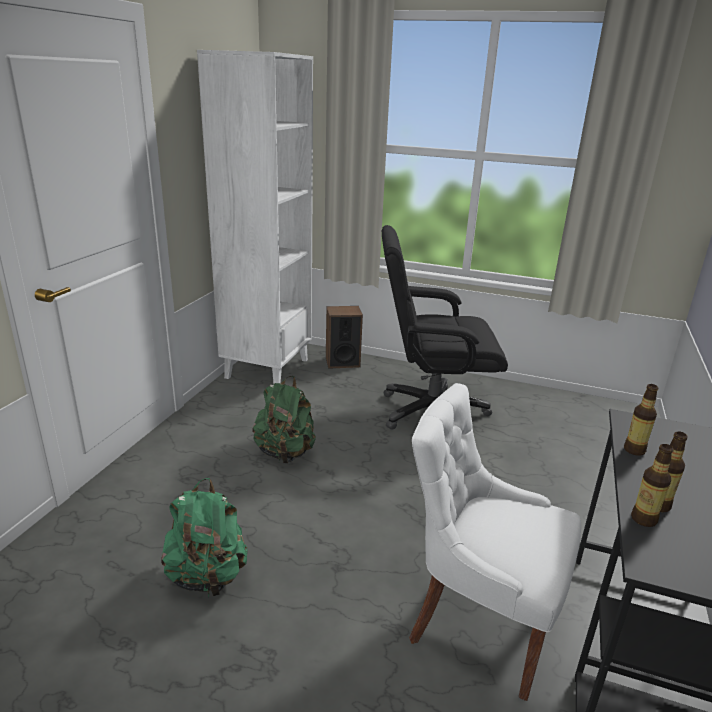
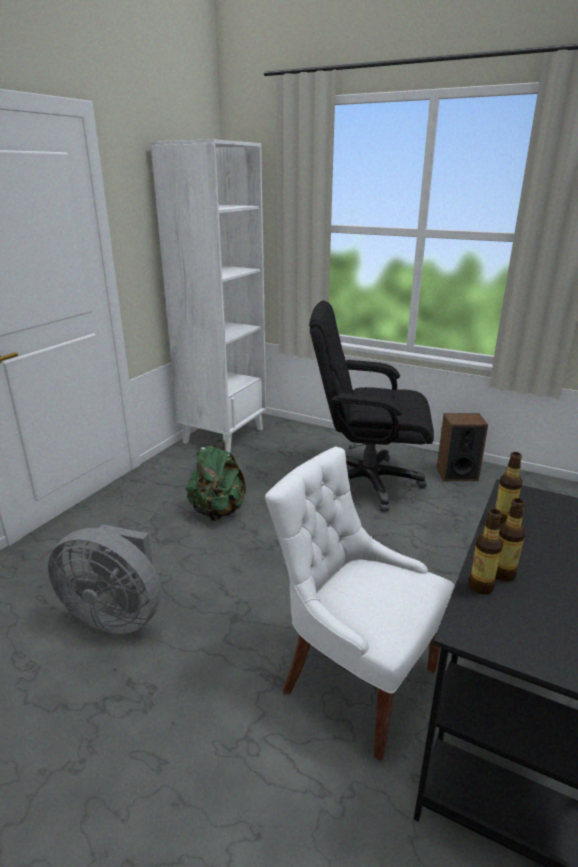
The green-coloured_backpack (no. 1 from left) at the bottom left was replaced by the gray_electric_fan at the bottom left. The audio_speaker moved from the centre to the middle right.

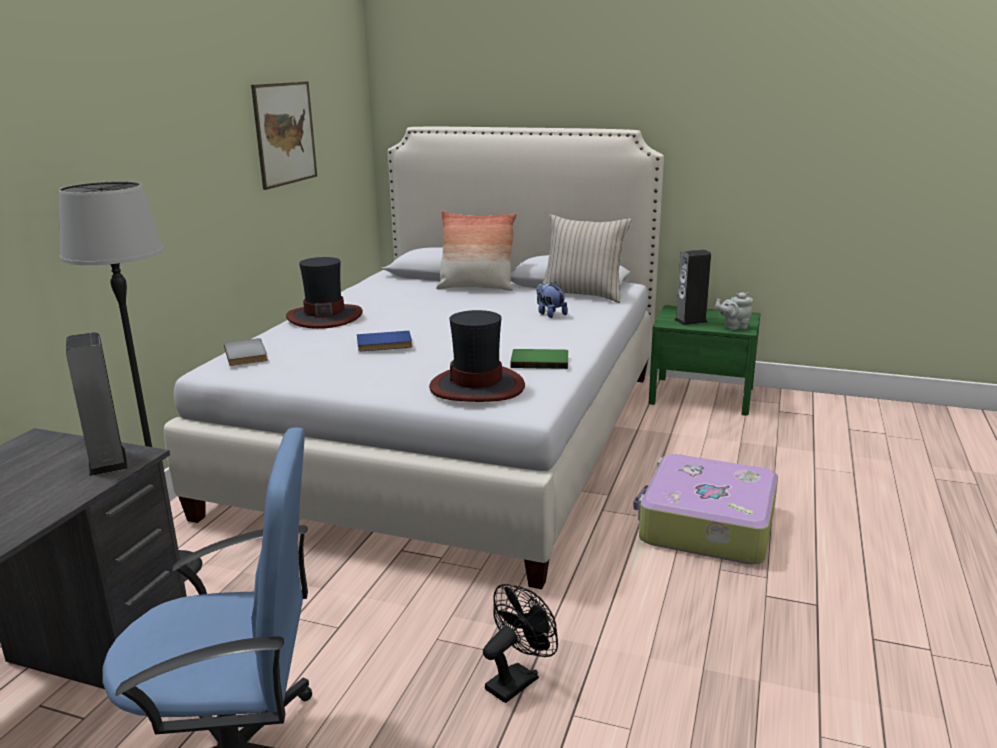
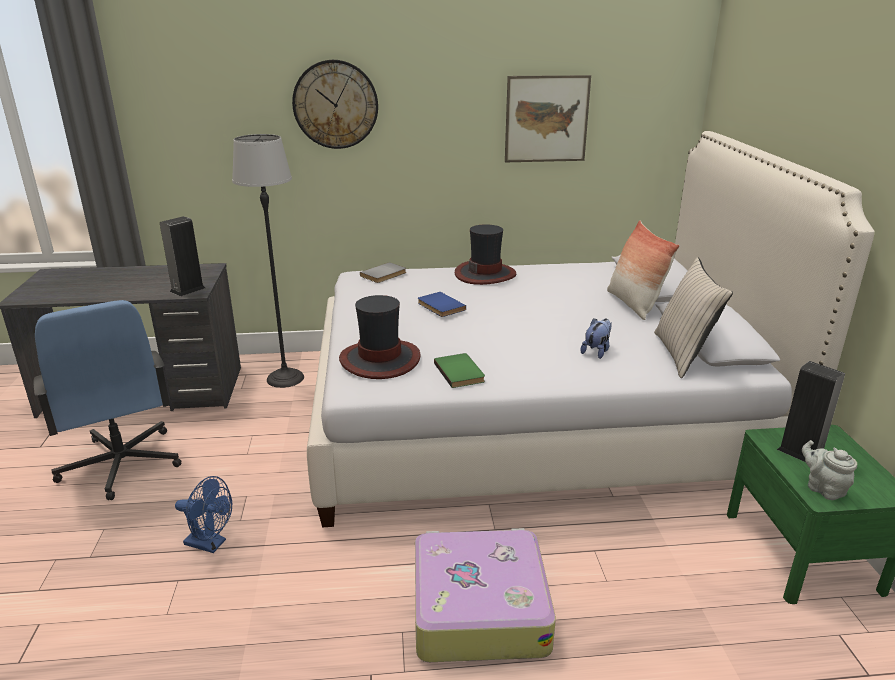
The black_electric_fan at the bottom centre became the bluish_electric_fan at the bottom left. The hanging_clock at the top centre appeared.

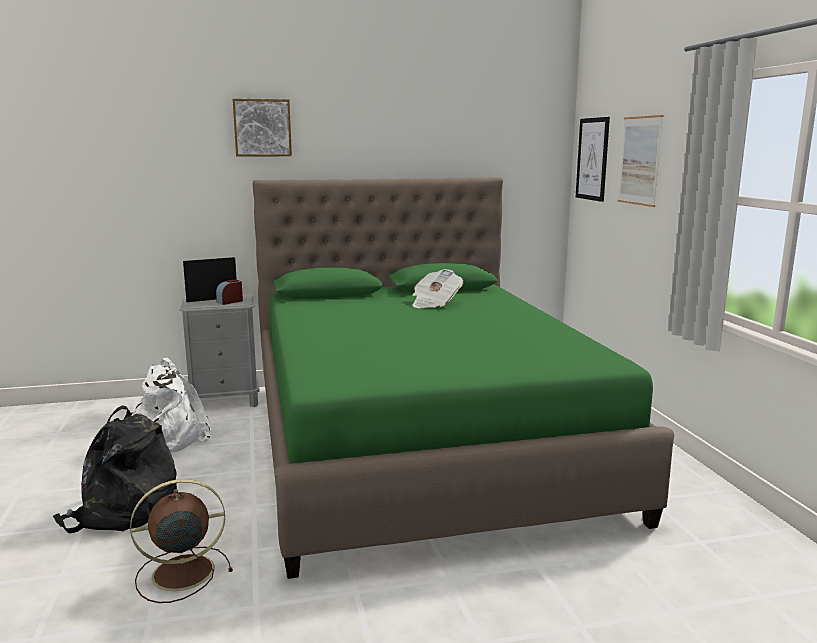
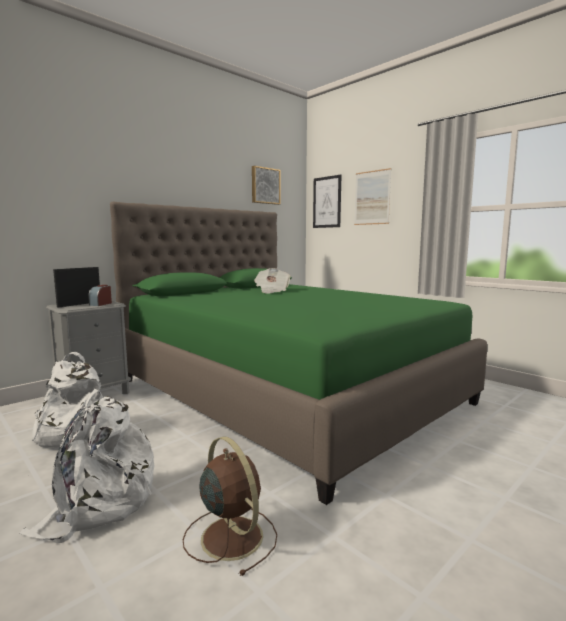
The black_backpack at the bottom left became the whitish_backpack (no. 2 from left) at the bottom left. The brownish_electric_fan at the bottom left turned 105 degrees clockwise. The wall_picture (no. 1 from left) moved from the top left to the top centre.

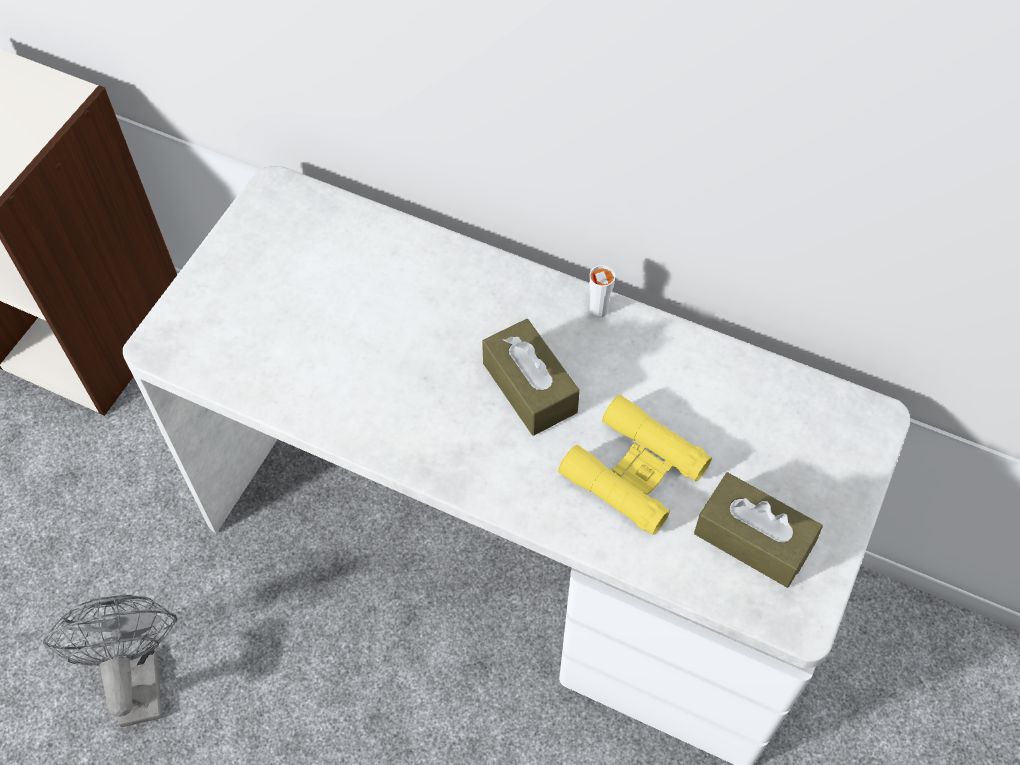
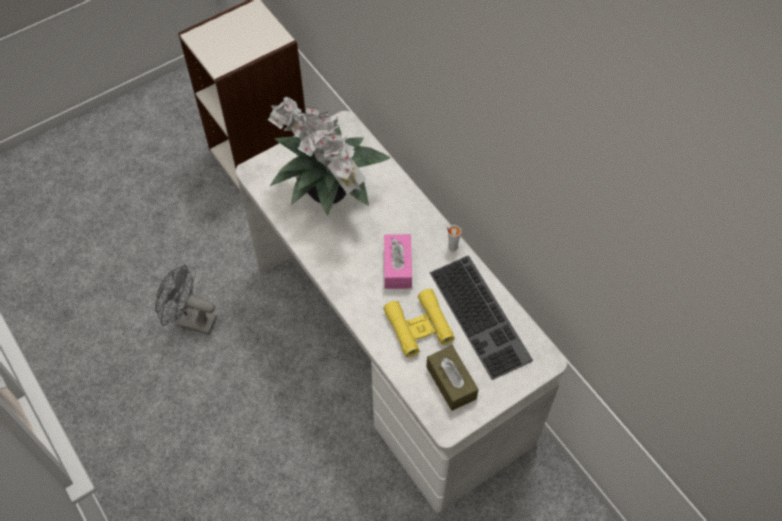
The gray_electric_fan at the bottom left turned 90 degrees counterclockwise. The brownish_box_of_tissues (no. 1 from left) at the centre became the pink-coloured_box_of_tissues at the centre. The potted_plant at the top centre appeared. The keyboard at the centre appeared.

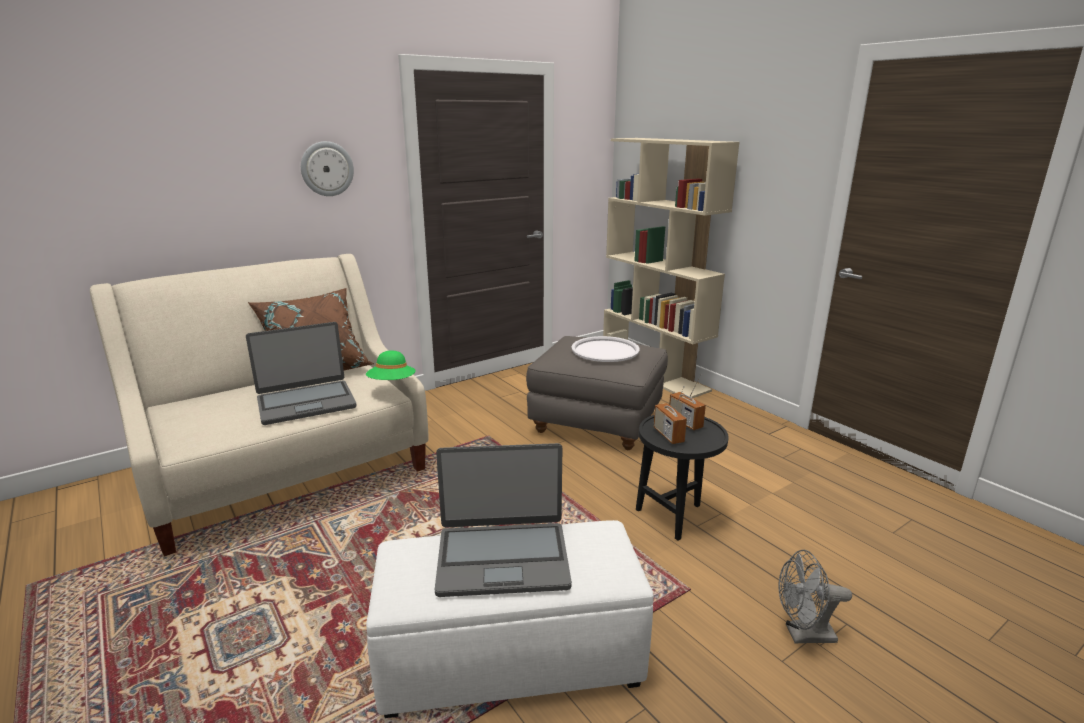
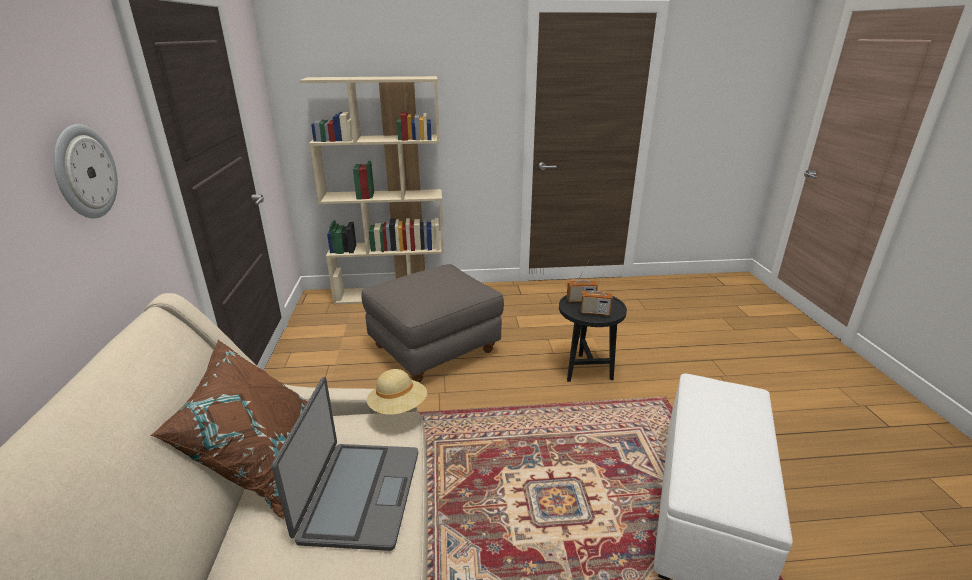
The green-coloured_wearable_hat at the centre became the beige_wearable_hat at the bottom centre. The notebook_computer (no. 2 from left) at the bottom centre disappeared. The whitish_carrying_tray at the centre disappeared. The gray_electric_fan at the bottom right disappeared.

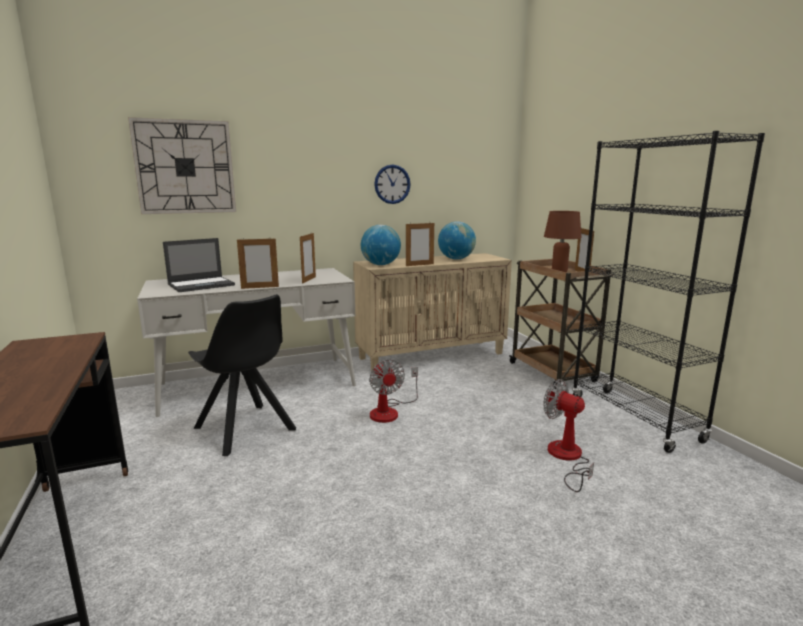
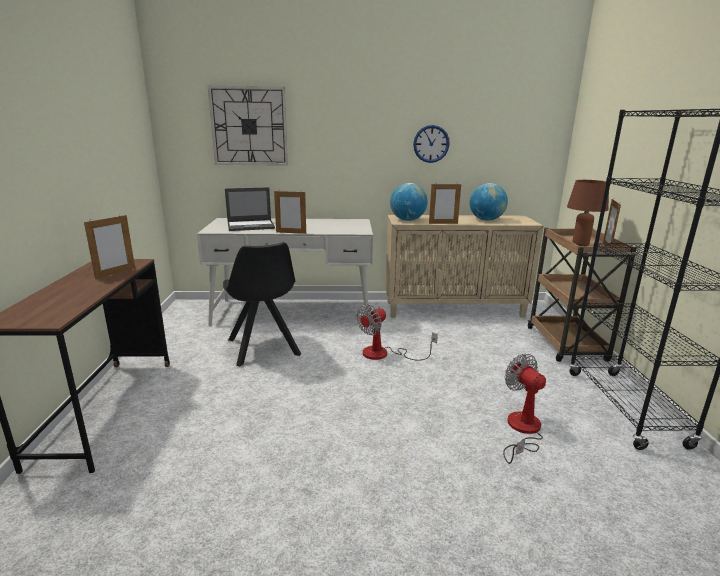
The standing_frame (no. 2 from left in the first image) moved from the centre to the middle left. The electric_fan (no. 1 from left) at the centre turned 45 degrees clockwise.

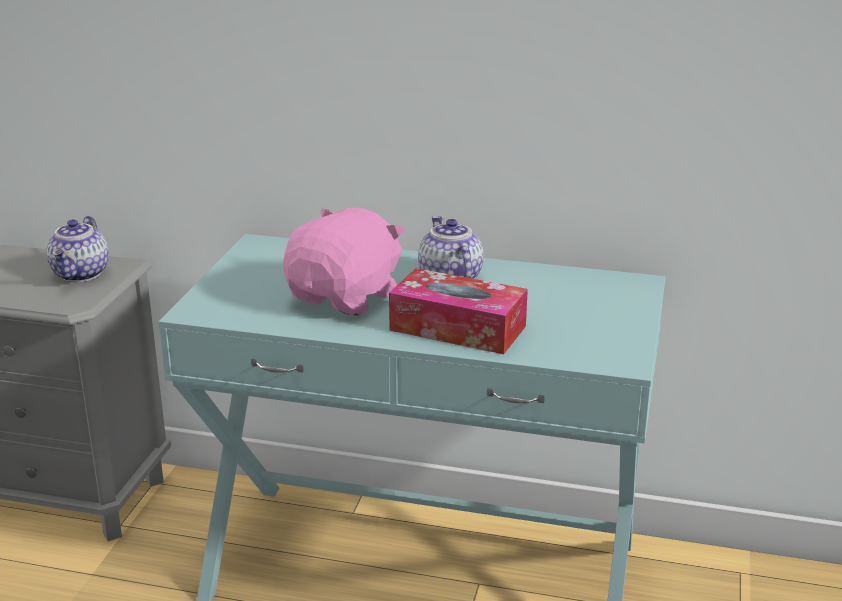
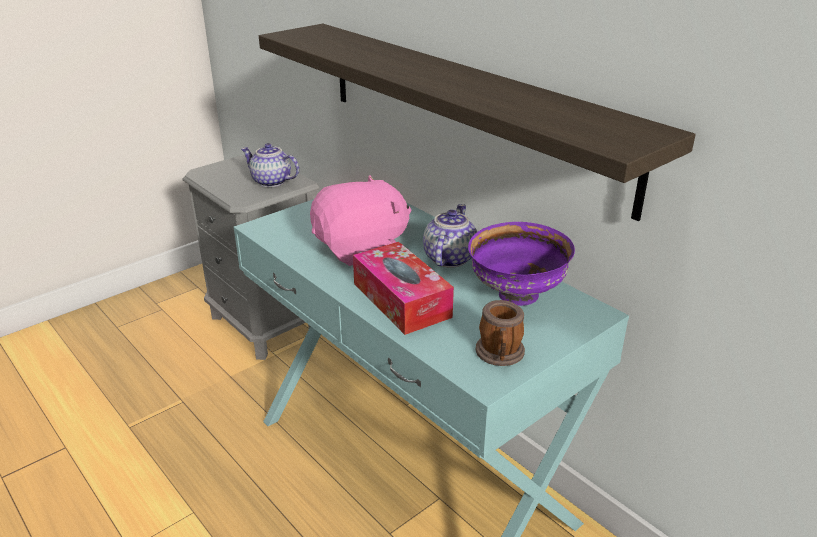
The tea_pot (no. 1 from left) at the middle left turned 75 degrees clockwise. The shelf at the top centre appeared. The purplish_bowl at the centre appeared. The coffee_mug at the centre appeared.

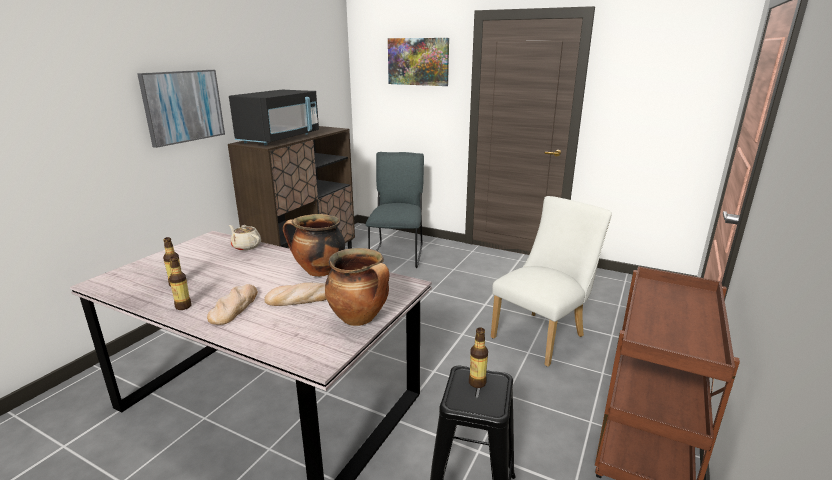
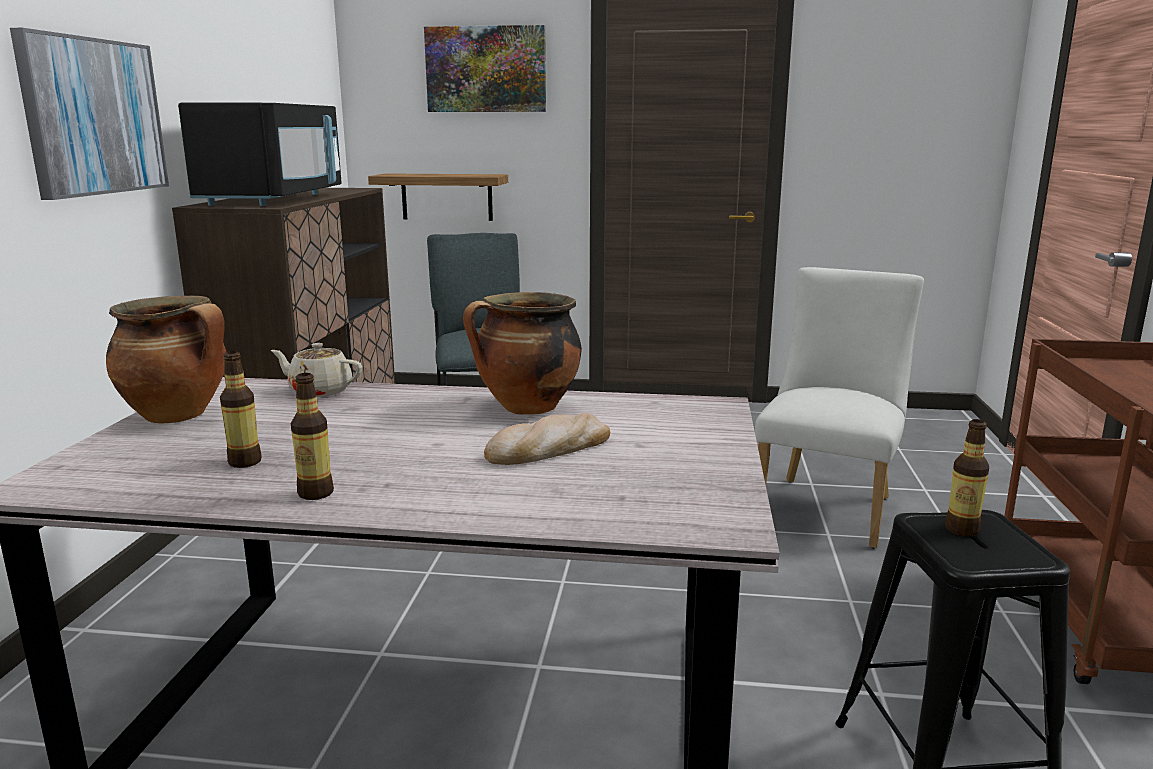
The bread (no. 1 from left) at the middle left disappeared. The saucepot (no. 2 from left in the first image) moved from the centre to the middle left. The shelf at the top centre appeared.

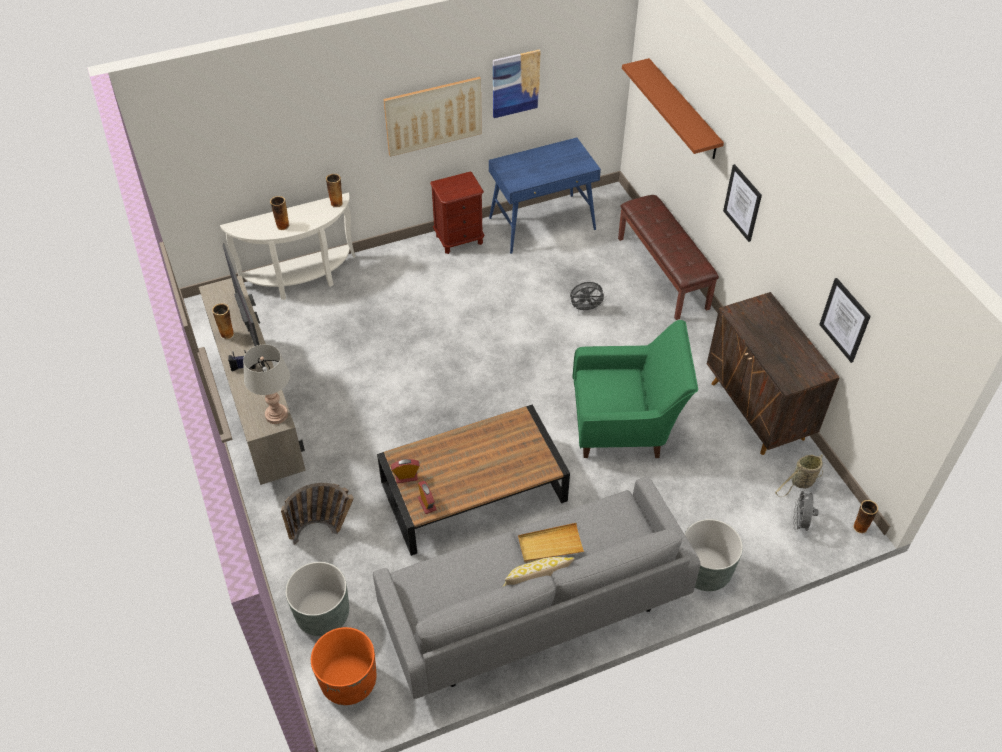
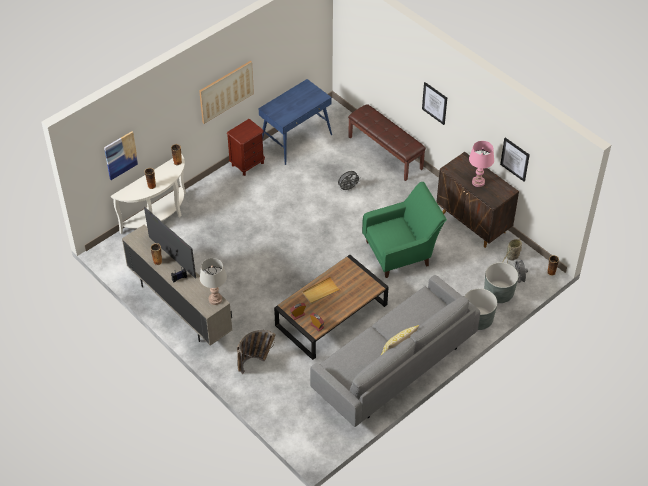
The gray_planter (no. 1 from left in the first image) moved from the bottom left to the middle right. The orange_planter at the bottom centre disappeared. The wall_picture (no. 2 from left in the first image) moved from the top centre to the top left. The beige_carrying_tray moved from the bottom centre to the centre. The brownish_shelf at the top right disappeared. The pink-coloured_lamp_for_a_table at the middle right appeared.

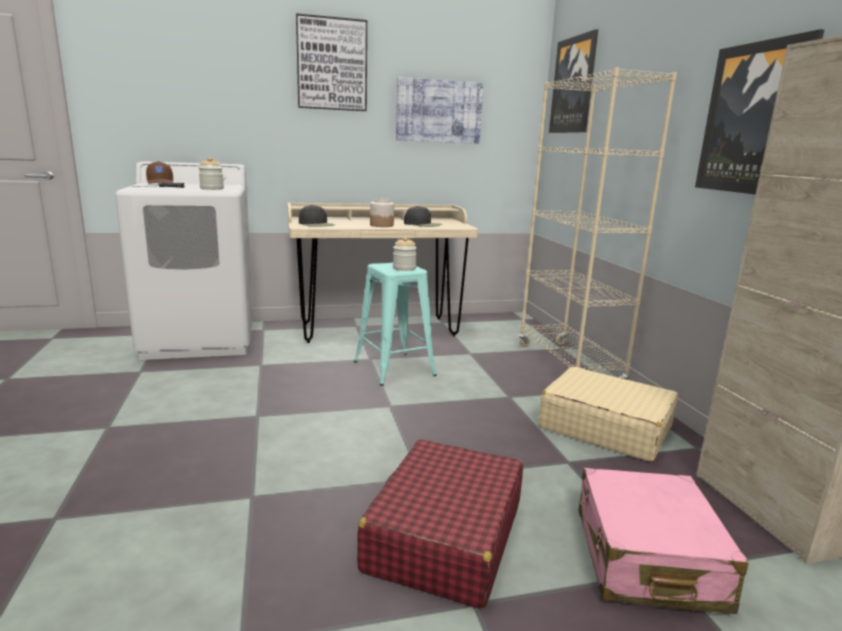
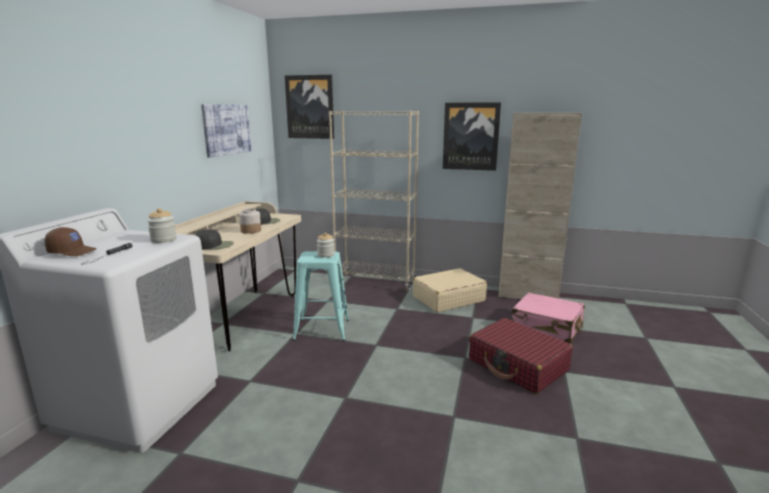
The wall_picture (no. 1 from left) at the top centre disappeared.

